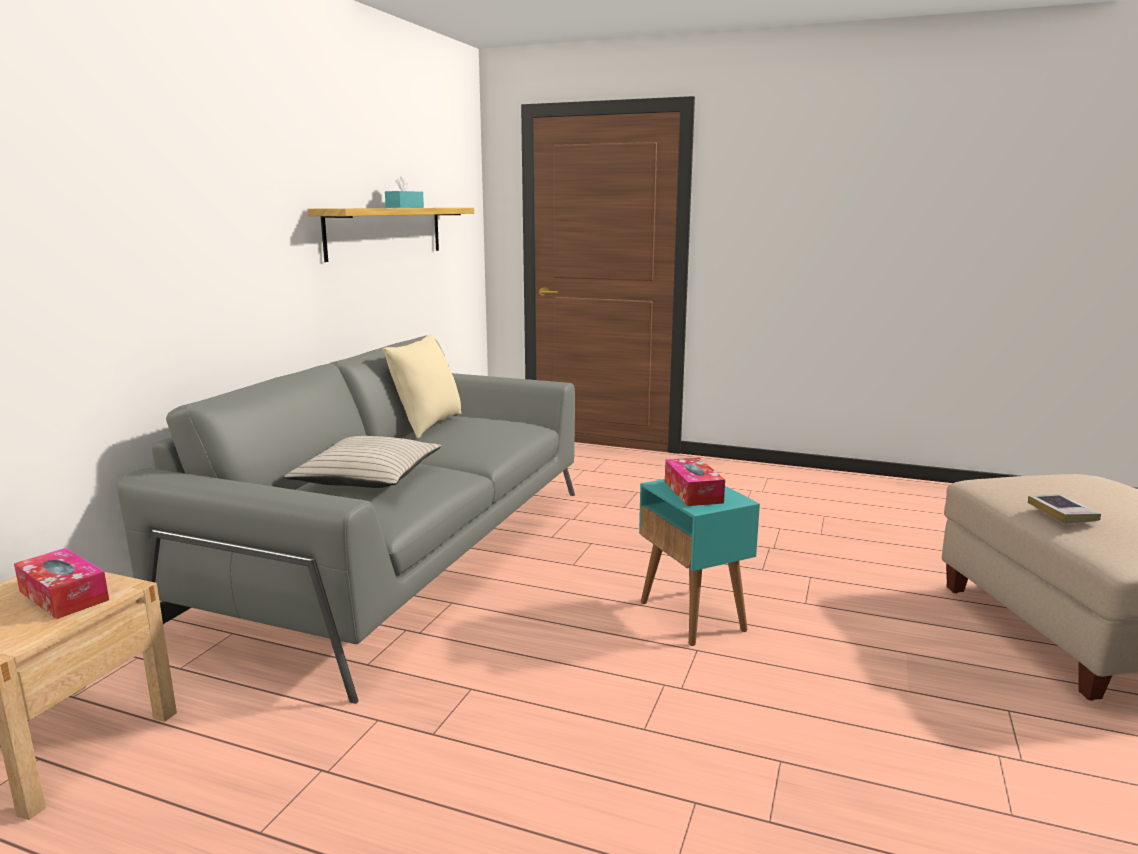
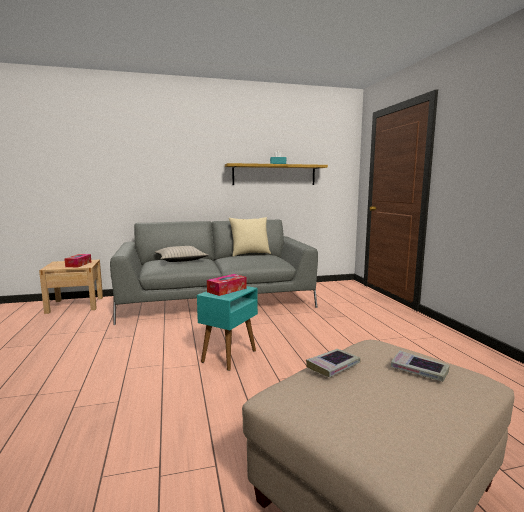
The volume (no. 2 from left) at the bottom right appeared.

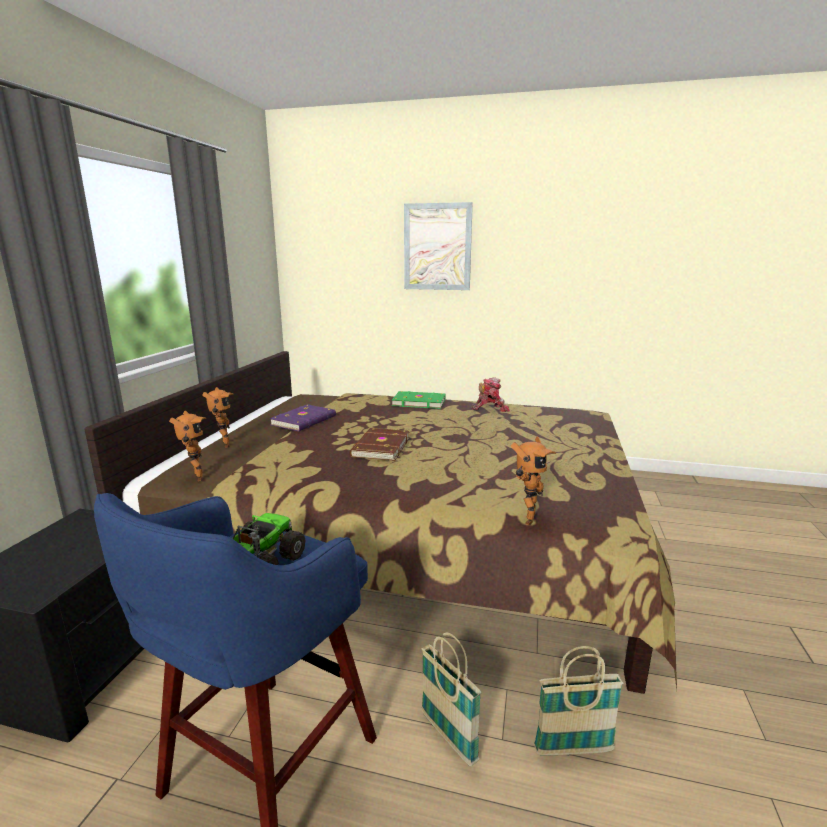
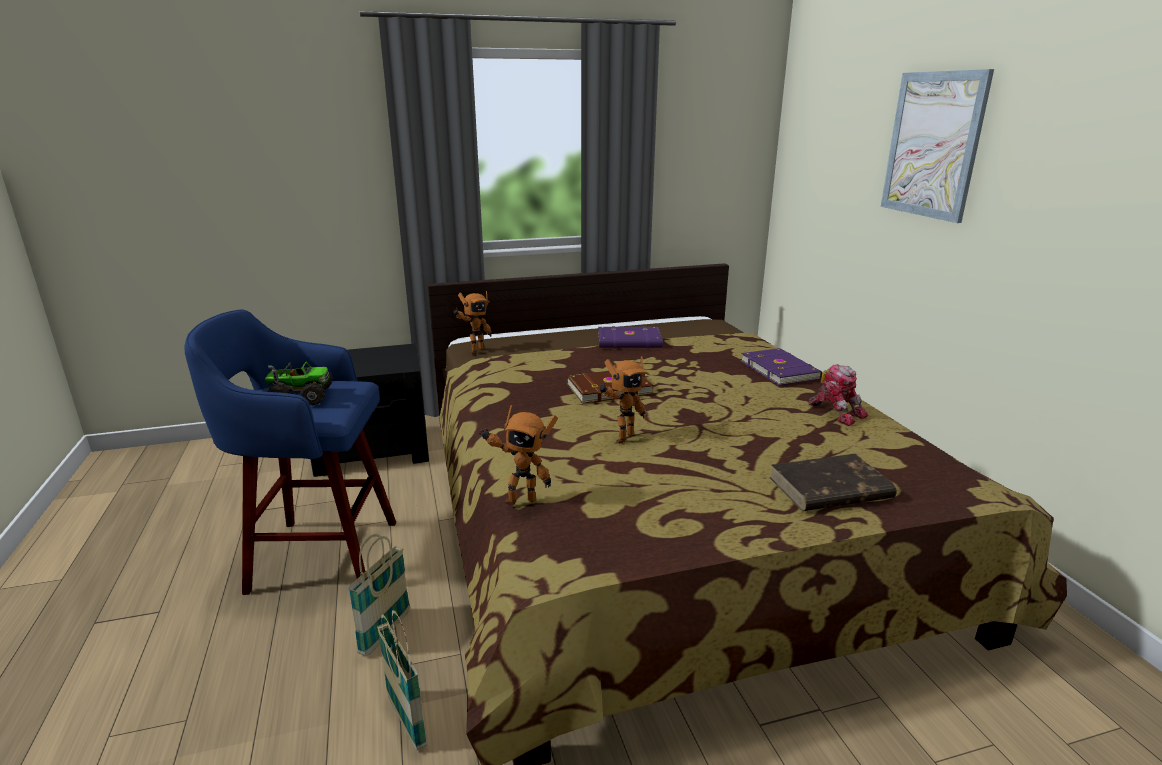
The toy_robot (no. 2 from left in the first image) moved from the middle left to the centre. The green-coloured_volume at the centre became the purplish_volume (no. 2 from left) at the middle right. The brownish_volume (no. 2 from left) at the middle right appeared.

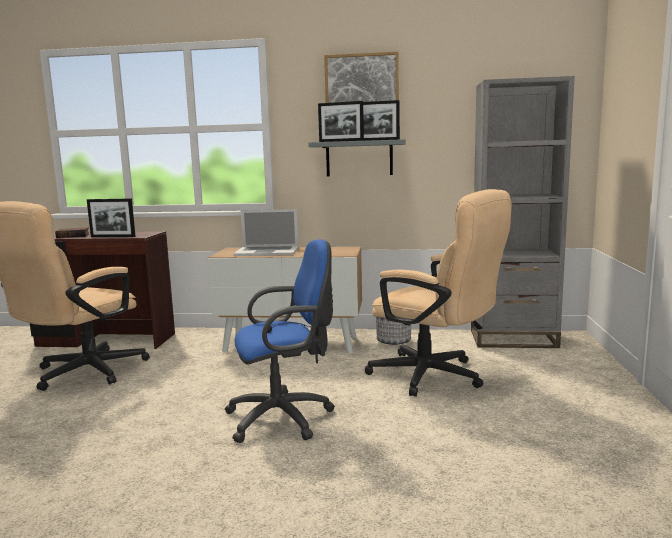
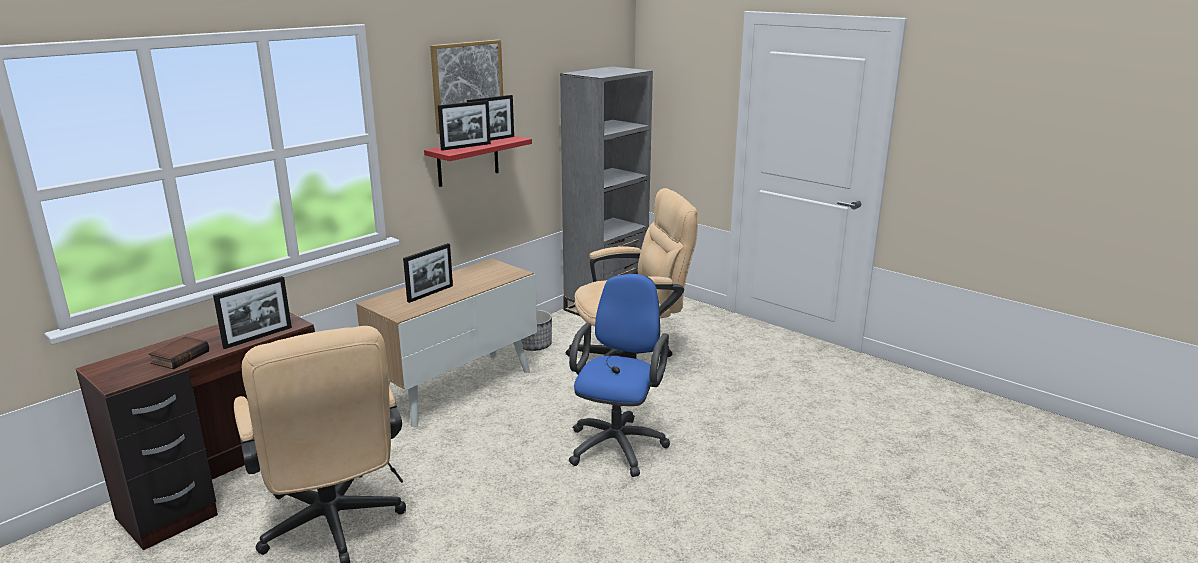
The notebook_computer at the centre was replaced by the standing_frame (no. 2 from left) at the centre. The gray_shelf at the top centre became the red-coloured_shelf at the top centre.

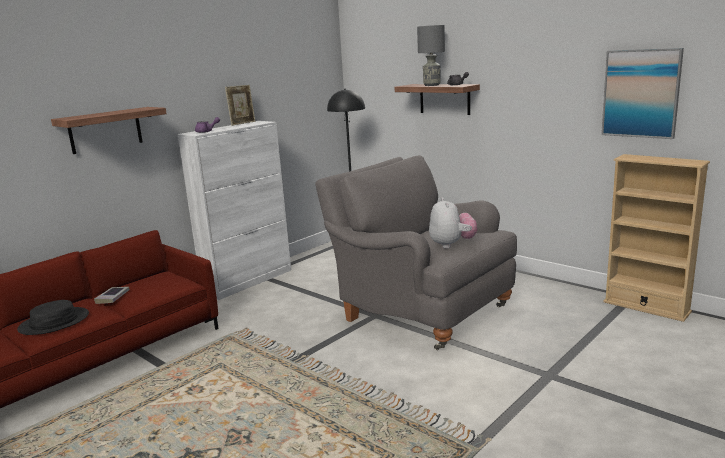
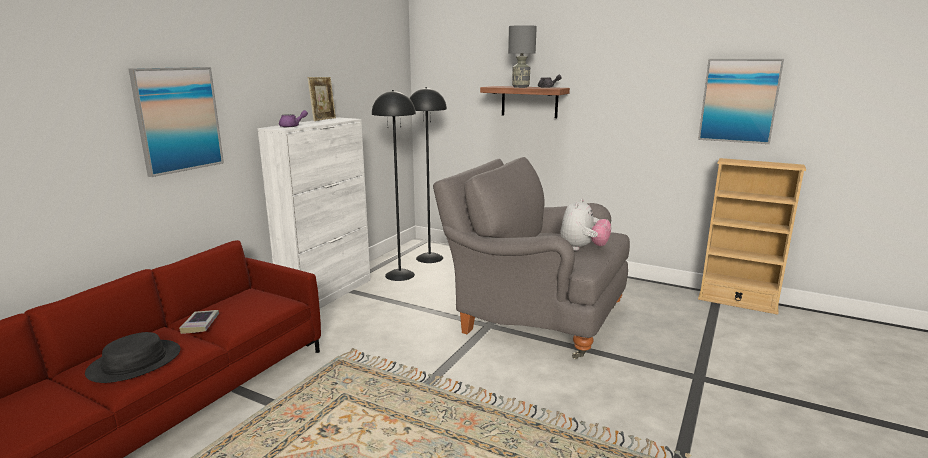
The shelf (no. 1 from left) at the top left was replaced by the wall_picture (no. 1 from left) at the top left. The cuddly_toy at the centre turned 45 degrees clockwise. The black_standing_lamp (no. 1 from left) at the centre appeared.

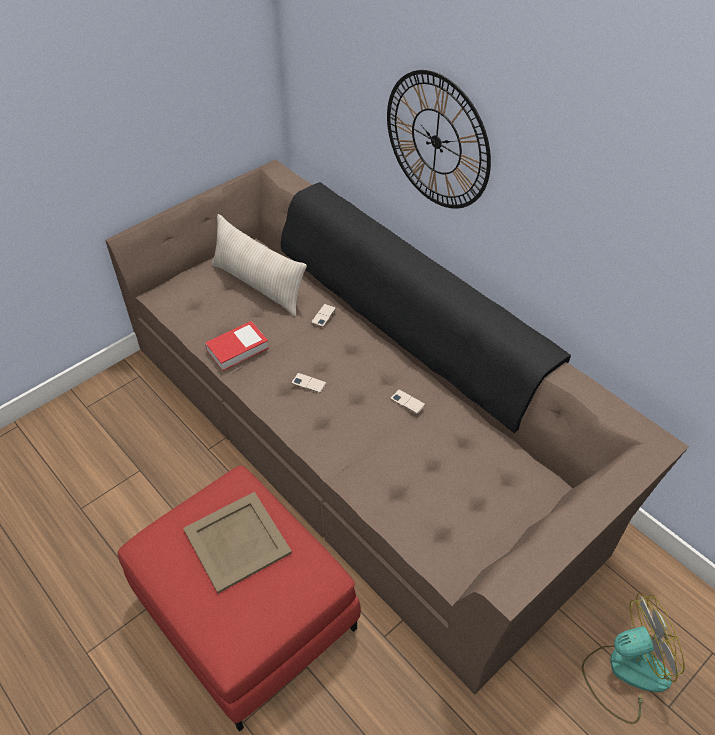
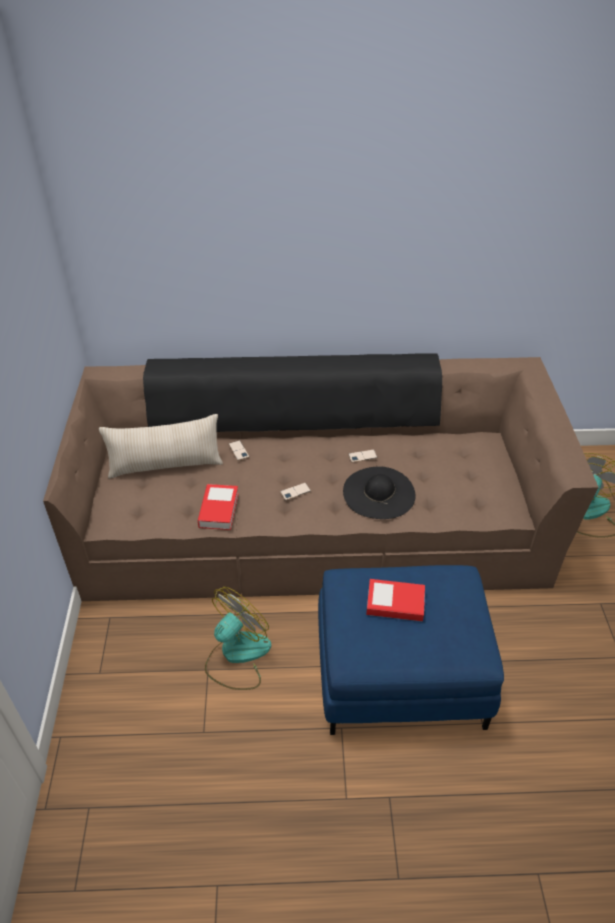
The red-coloured_ottoman at the bottom centre became the bluish_ottoman at the bottom right. The beige_carrying_tray at the bottom left was replaced by the volume (no. 2 from left) at the centre. The hanging_clock at the top centre disappeared. The electric_fan (no. 1 from left) at the bottom centre appeared. The black_wearable_hat at the centre appeared.

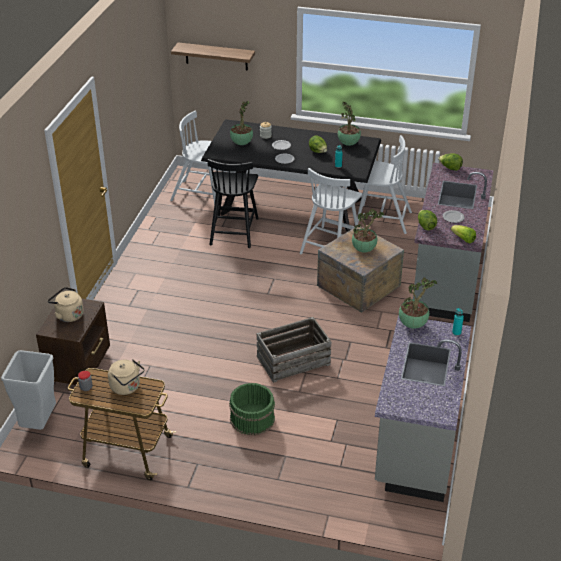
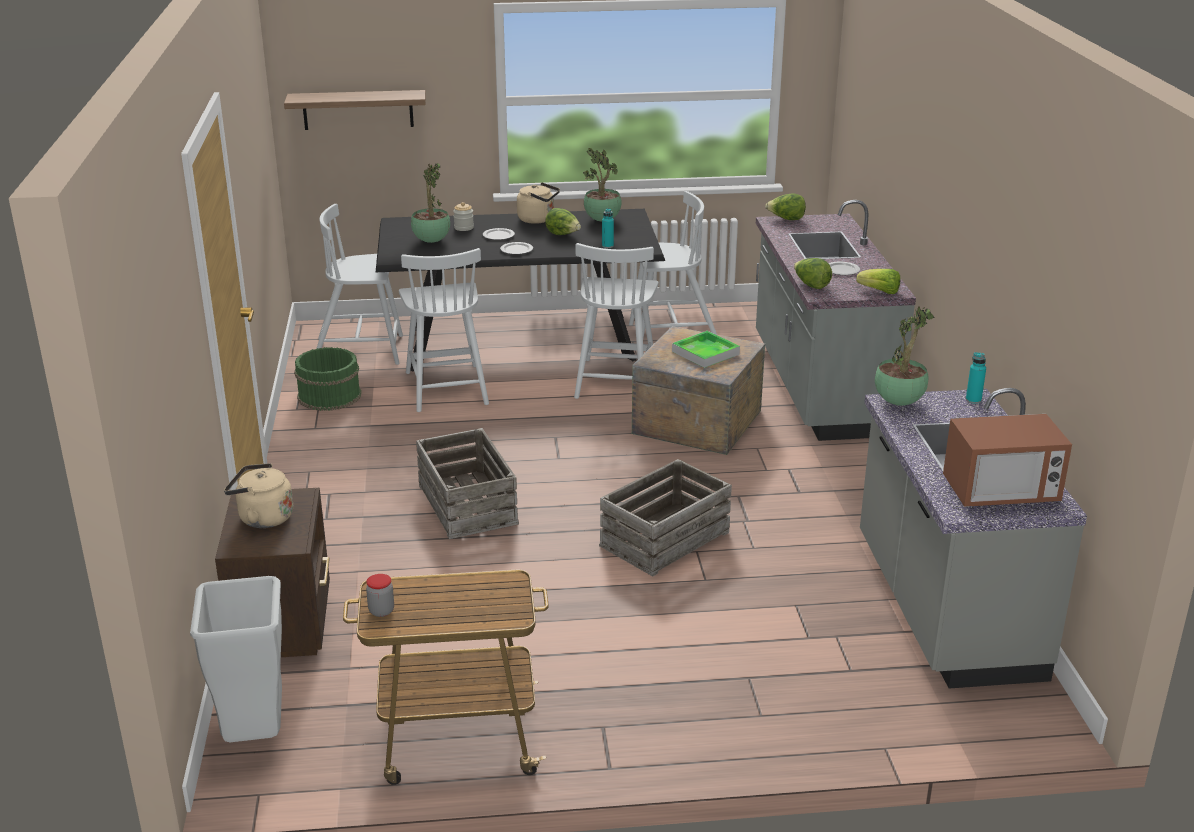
The beige_kettle (no. 2 from left) moved from the bottom left to the top centre. The black_plain_chair at the centre became the whitish_plain_chair (no. 2 from left) at the centre. The green-coloured_bucket moved from the bottom centre to the middle left. The potted_plant (no. 3 from left) at the centre was replaced by the carrying_tray at the centre. The shipping_crate (no. 1 from left) at the centre appeared. The microwave at the middle right appeared.

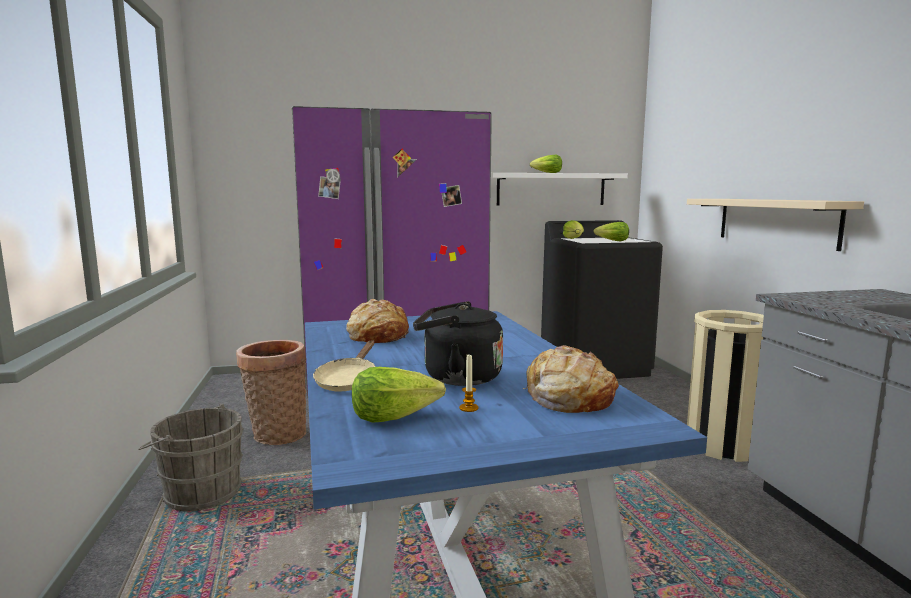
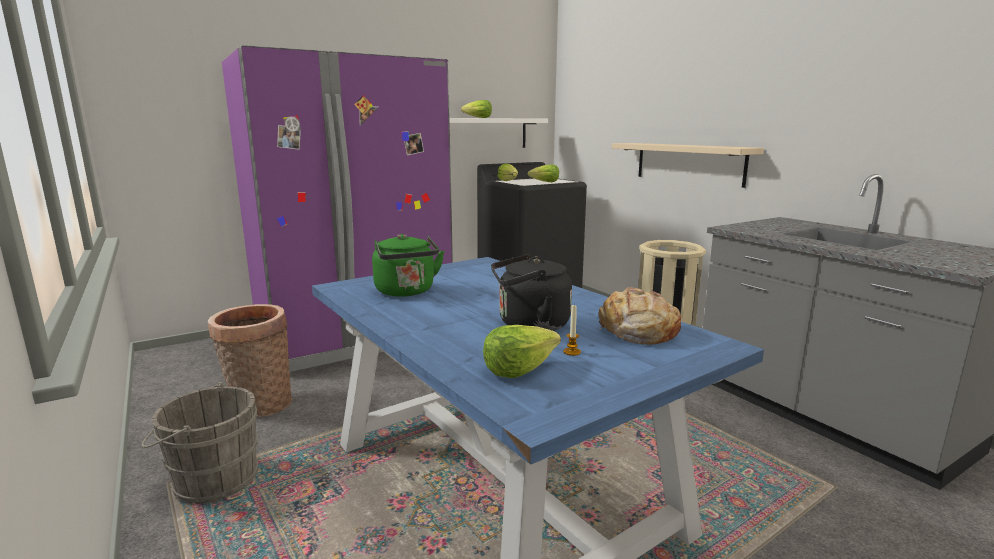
The beige_frying_pan at the centre disappeared. The bread (no. 1 from left) at the centre was replaced by the green-coloured_kettle at the centre.

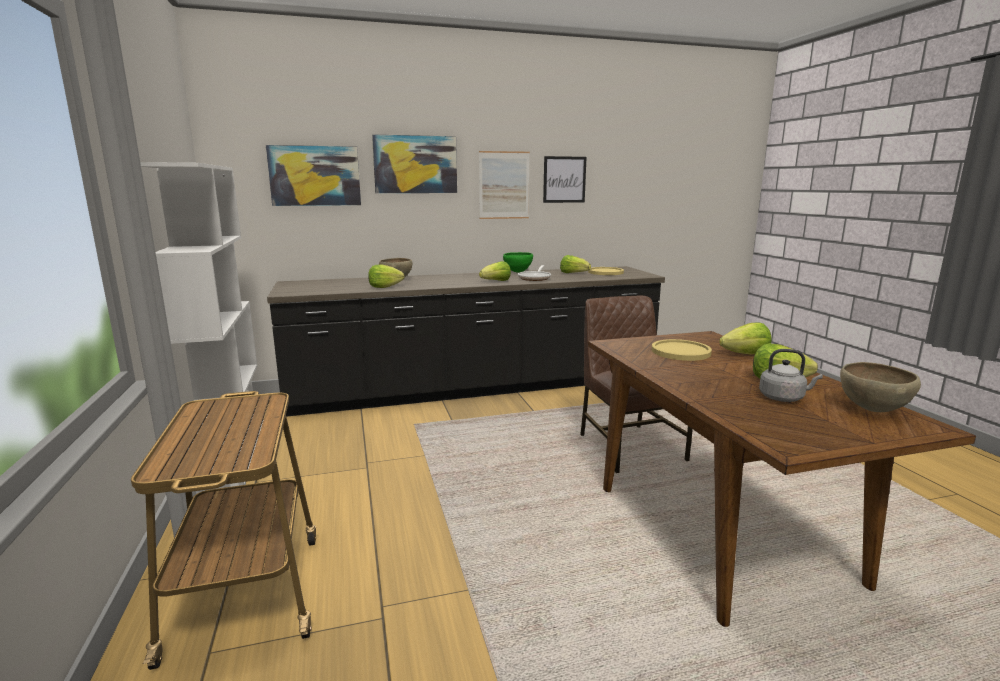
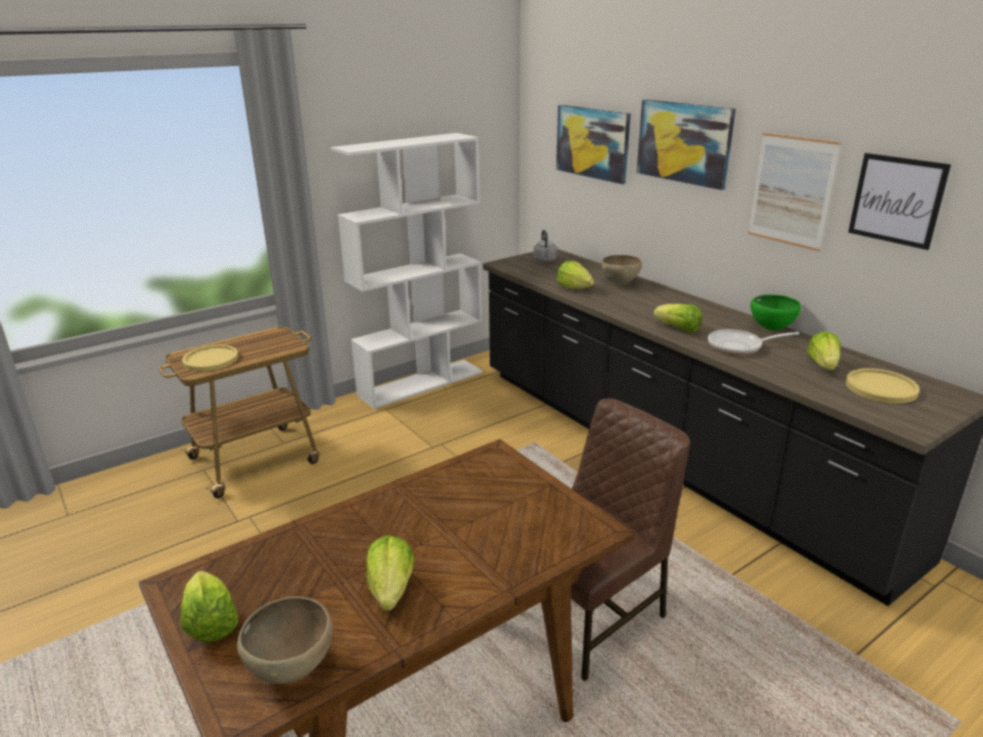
The yellow-coloured_plate (no. 2 from left in the first image) moved from the middle right to the middle left. The lettuce_head (no. 4 from left in the first image) moved from the middle right to the bottom left. The gray_kettle moved from the middle right to the centre.

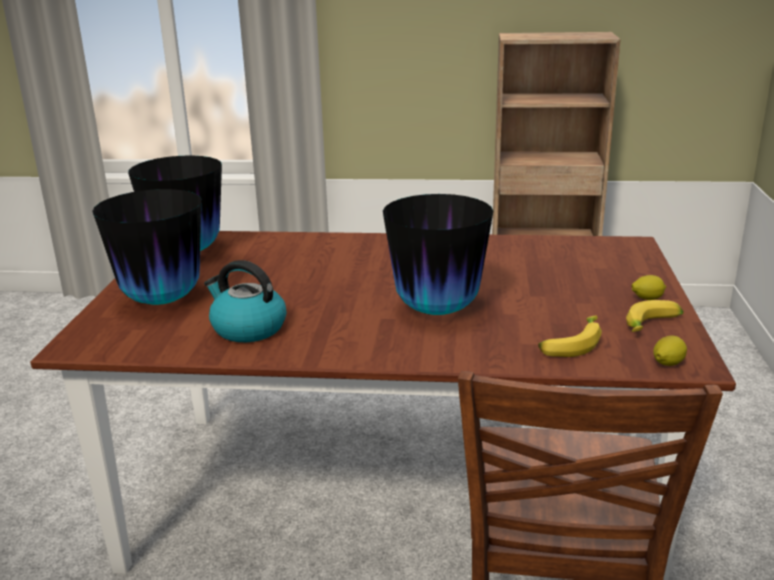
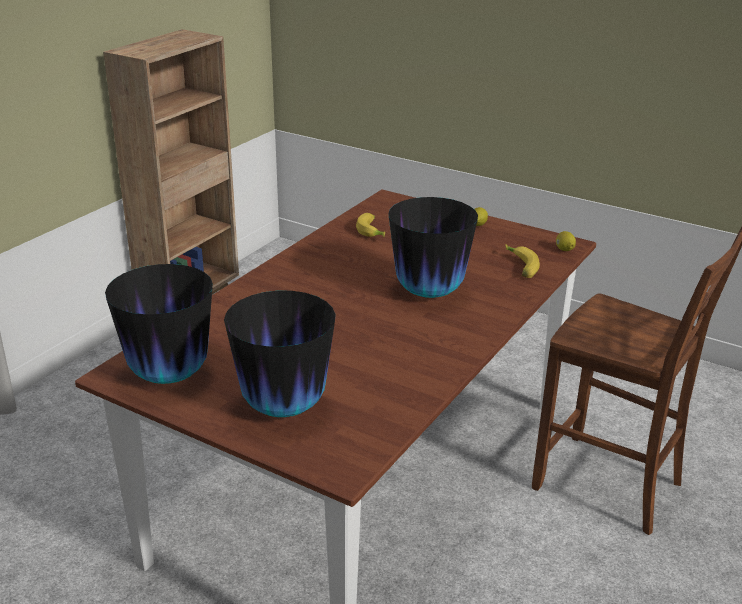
The kettle at the middle left disappeared. The whole_banana (no. 2 from left in the first image) moved from the middle right to the centre.

